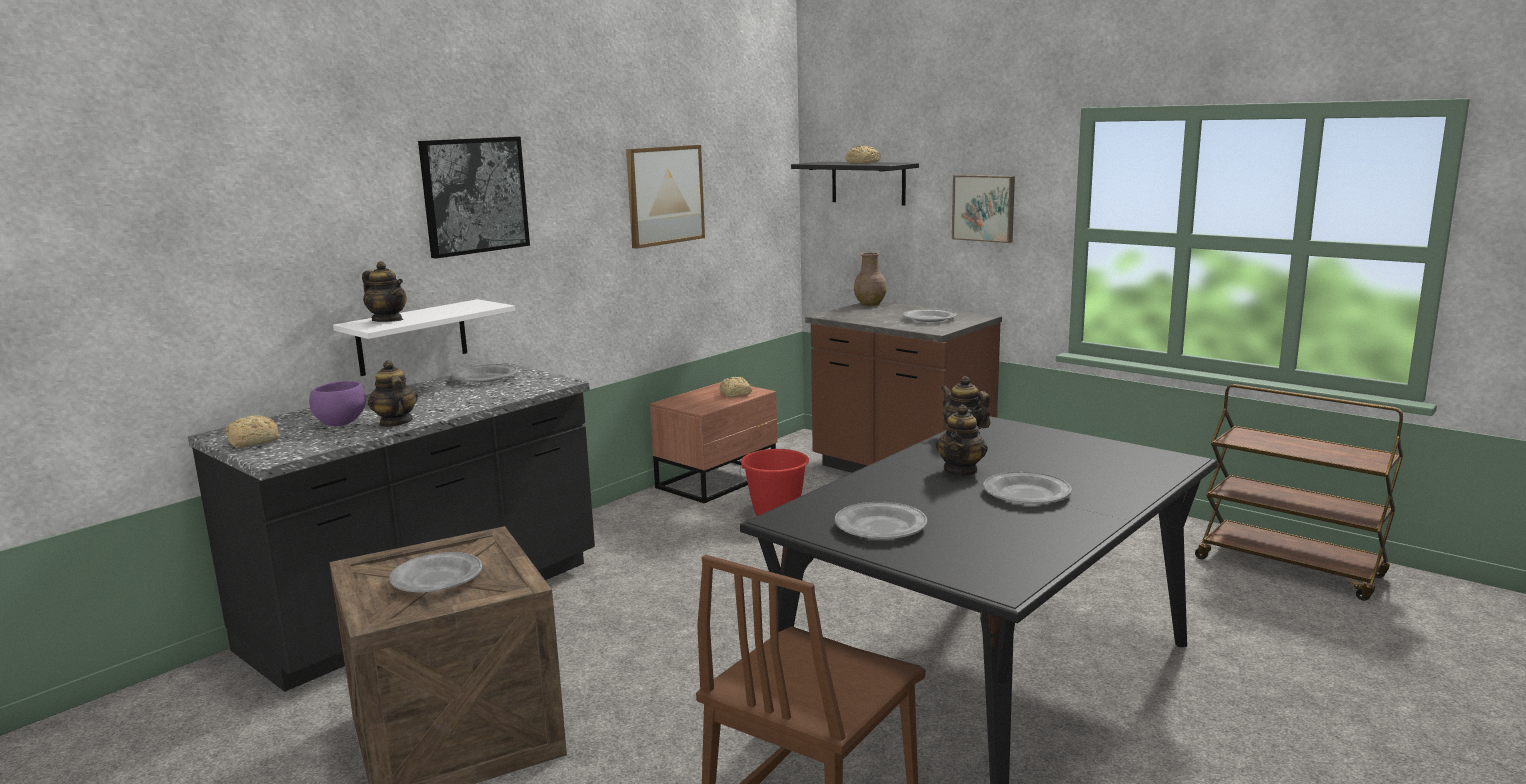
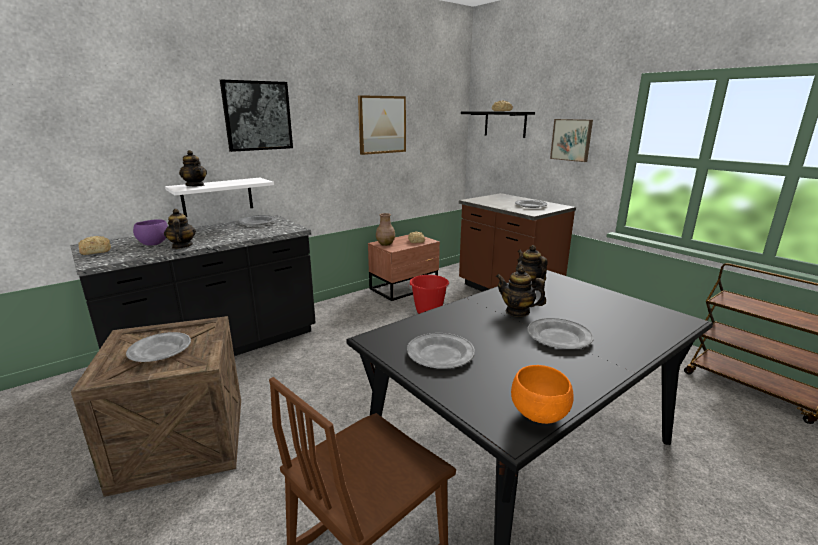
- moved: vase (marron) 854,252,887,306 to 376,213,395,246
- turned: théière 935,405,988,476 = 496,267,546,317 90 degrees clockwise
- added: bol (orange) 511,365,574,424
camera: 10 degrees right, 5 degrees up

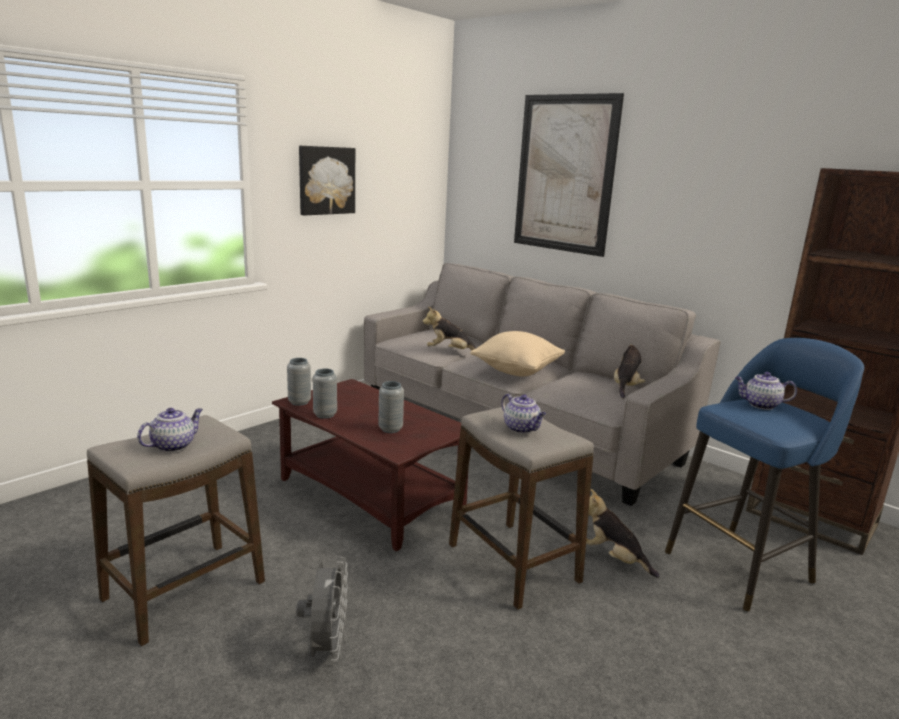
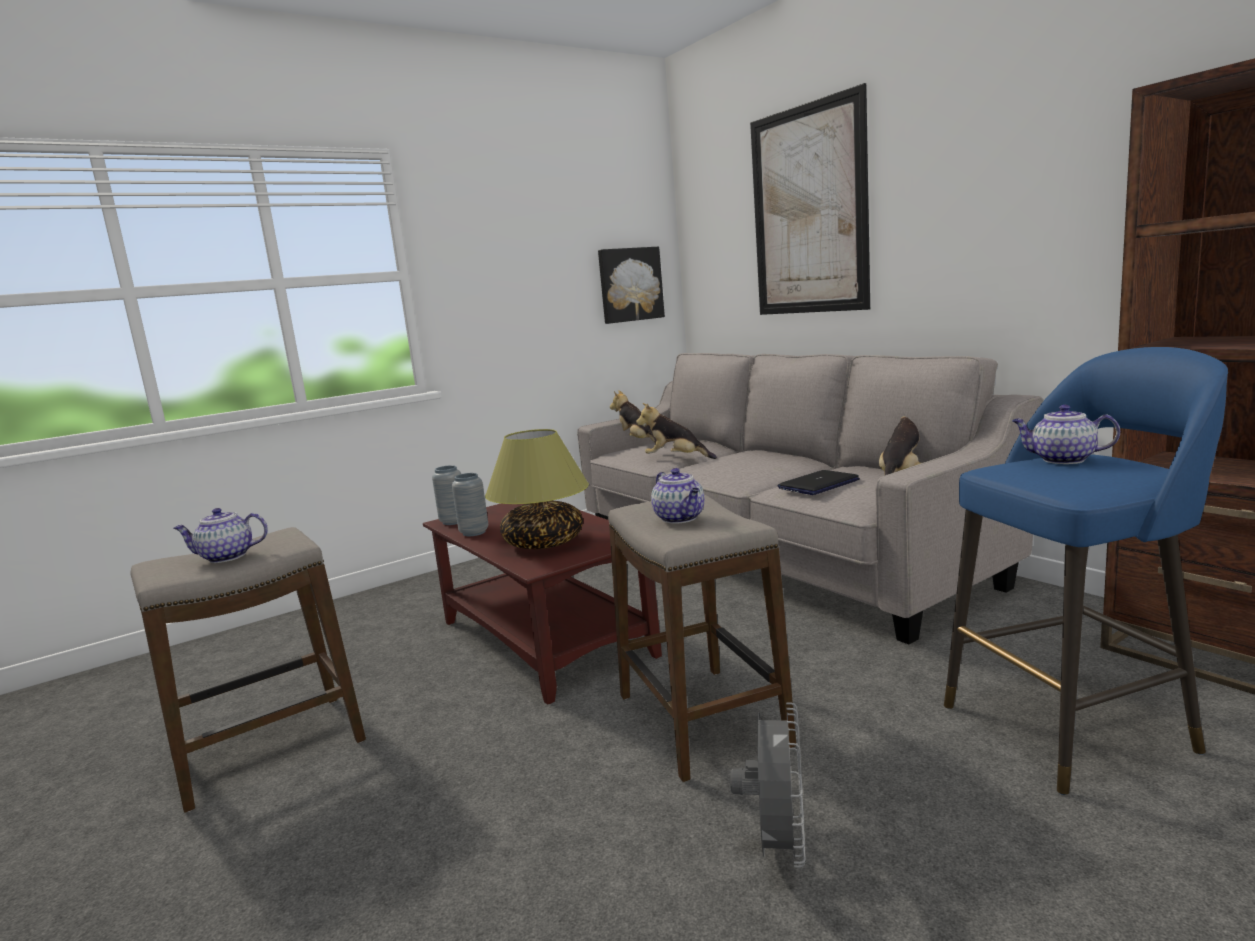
- moved: tableau 299,146,355,215 to 598,247,665,324
- removed: coussin (beige) 470,331,565,377
- replaced: vase (gris) 378,381,404,433 to lampe de table 485,429,589,549
- turned: théière 137,408,203,452 = 173,508,268,563 150 degrees counterclockwise
- moved: peluche 586,489,659,578 to 610,390,665,446
- moved: ventilateur (gris) 296,557,348,662 to 730,702,806,868
- added: ordinateur portable 777,470,860,495
camera: 15 degrees right, 5 degrees down

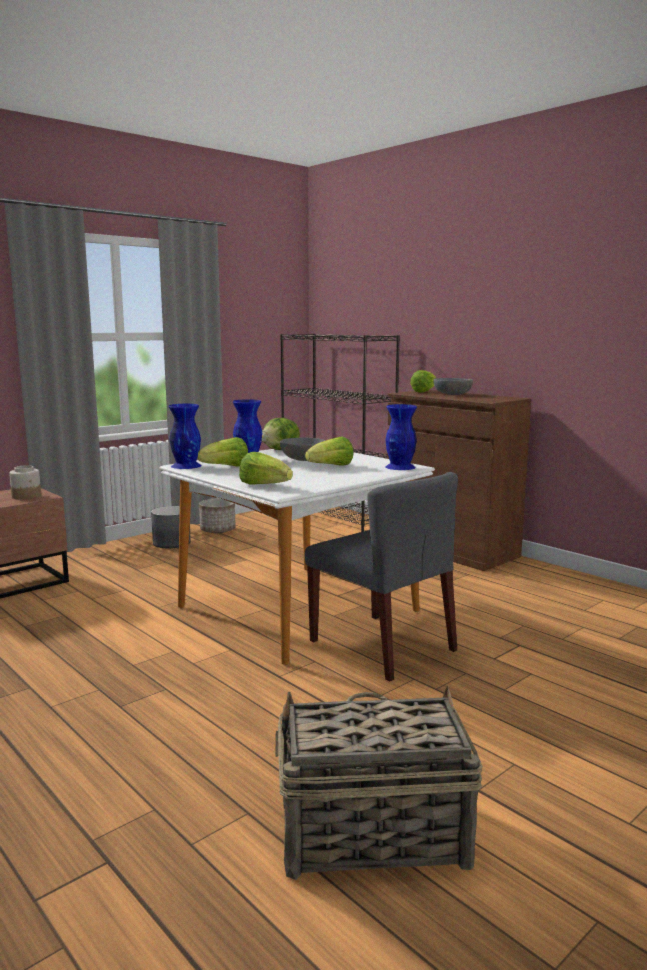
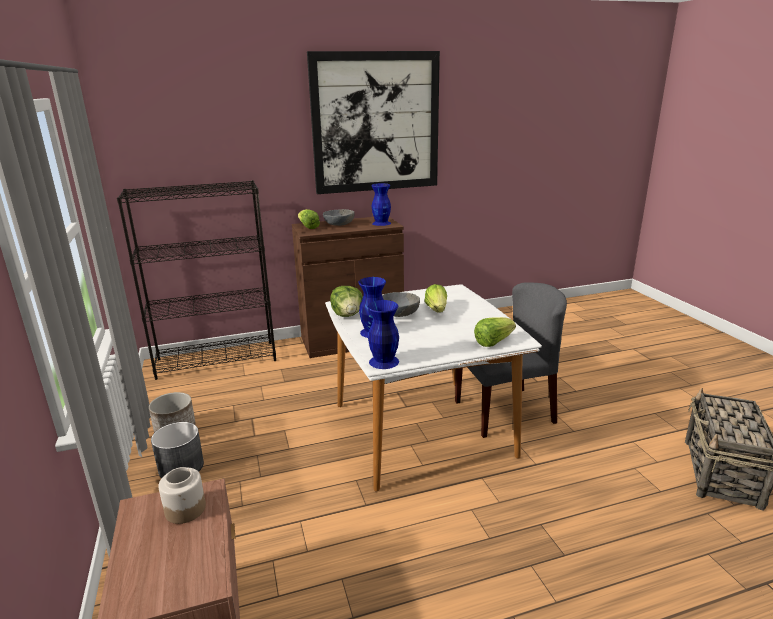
- moved: vase (bleu) 385,404,417,470 to 371,183,391,226
- removed: laitue 198,437,248,466
- added: tableau 307,51,440,194
camera: 65 degrees left, 10 degrees up

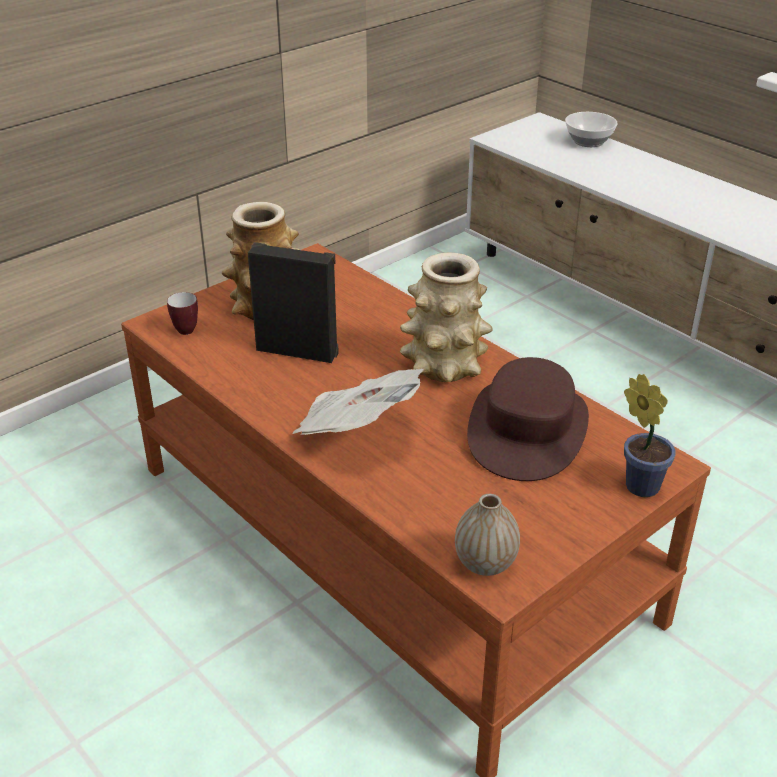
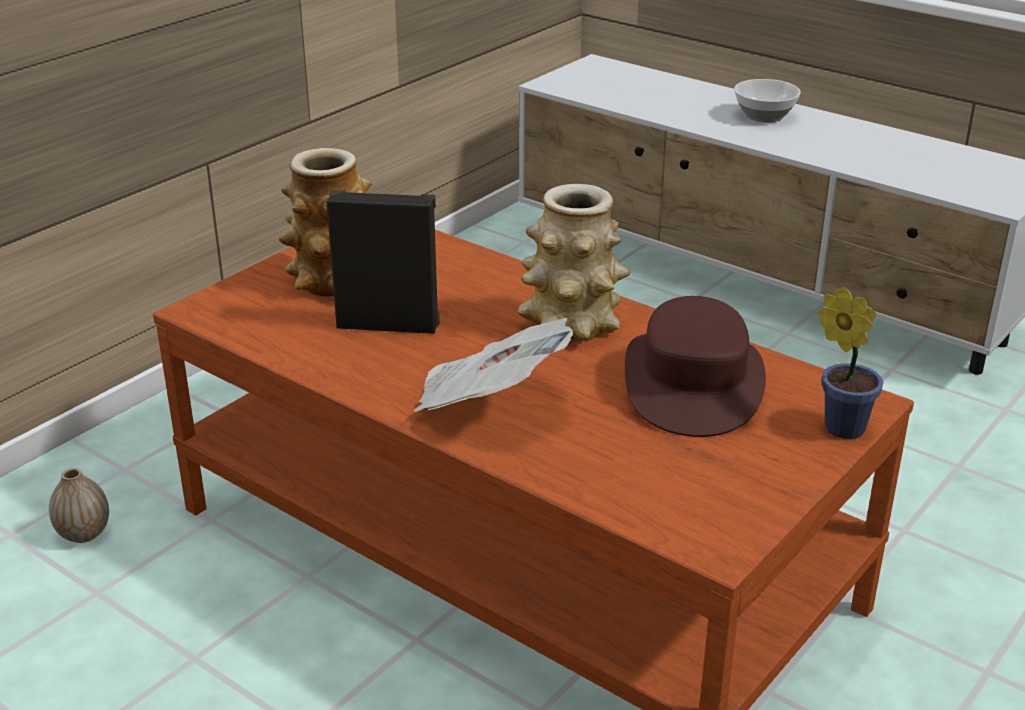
- moved: bol 565,112,618,147 to 734,79,801,122
- removed: mug 167,292,198,335
- moved: vase 455,494,520,576 to 49,468,109,543
camera: 10 degrees left, 5 degrees down

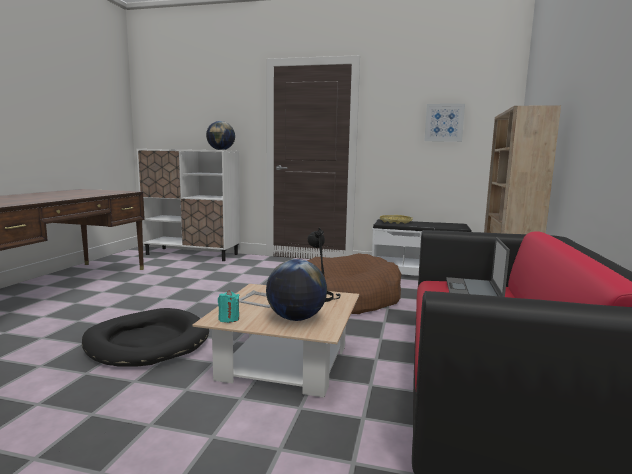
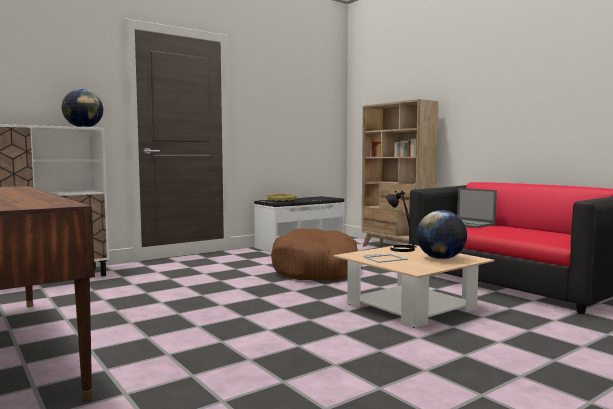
- removed: tableau 425,104,465,142
- removed: bougie (turquoise) 218,290,239,323
- removed: panier pour chien (noir) 82,308,209,367
camera: 50 degrees left, 5 degrees down

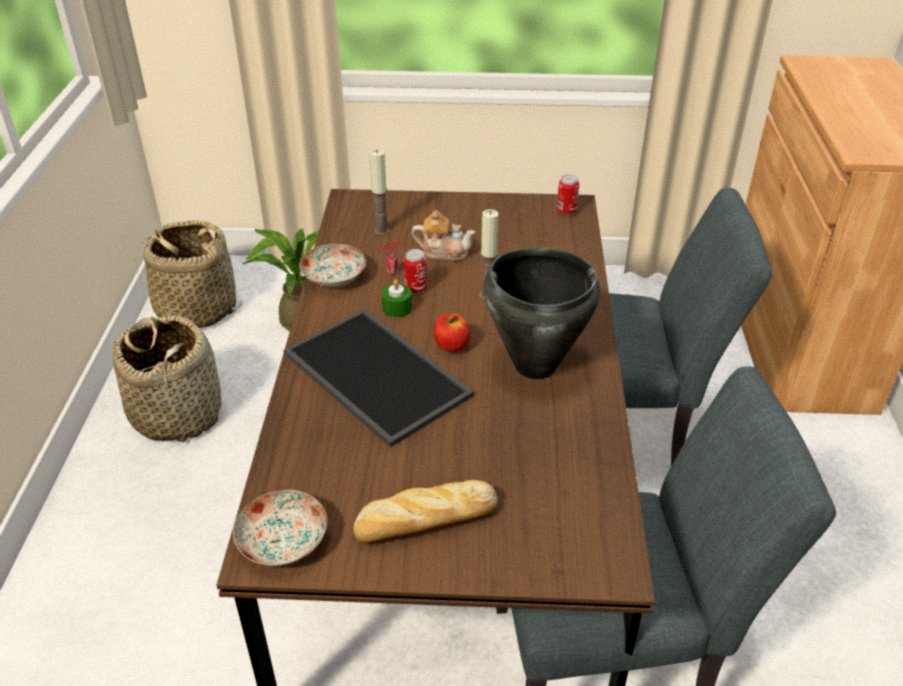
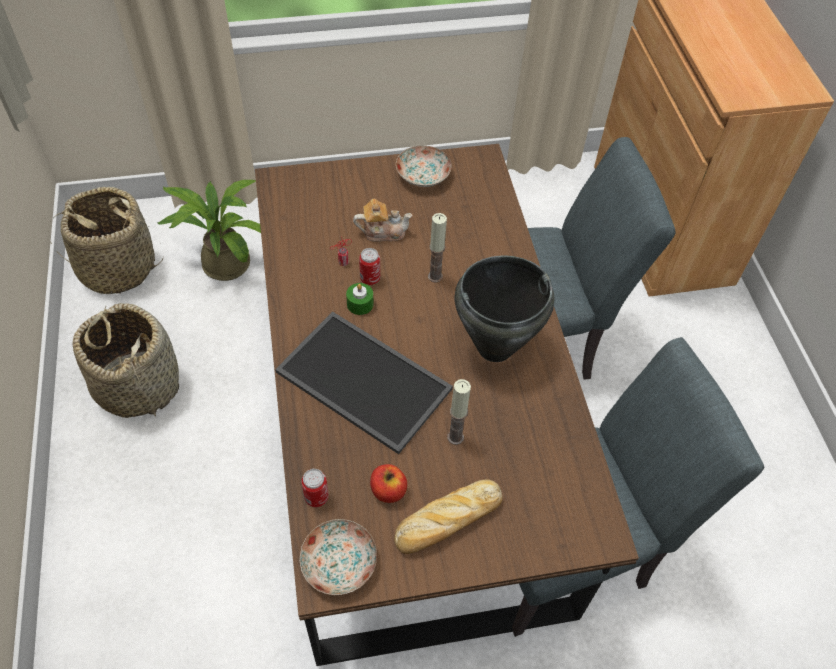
- moved: bougie 370,149,389,235 to 447,379,471,445
- moved: boîte métallique 557,174,579,215 to 301,469,329,507
- moved: assiette 299,244,366,287 to 396,145,452,187
- moved: pomme 434,313,471,352 to 370,464,407,503
camera: 15 degrees left, 15 degrees up

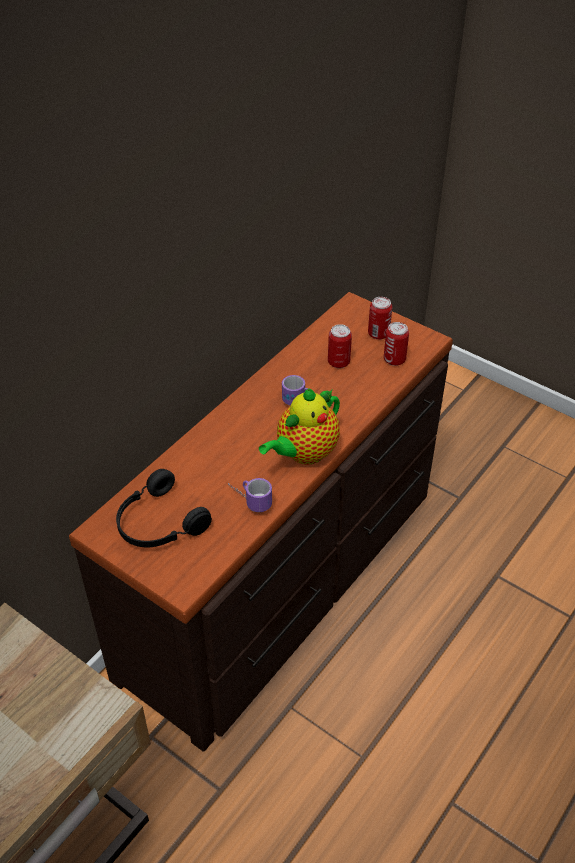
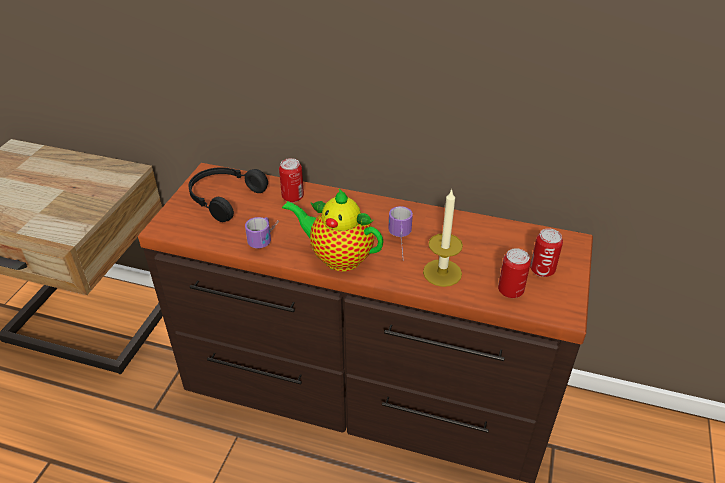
- moved: boîte métallique 328,324,352,368 to 279,158,304,202
- added: bougie 423,189,463,287
camera: 70 degrees right, 5 degrees down

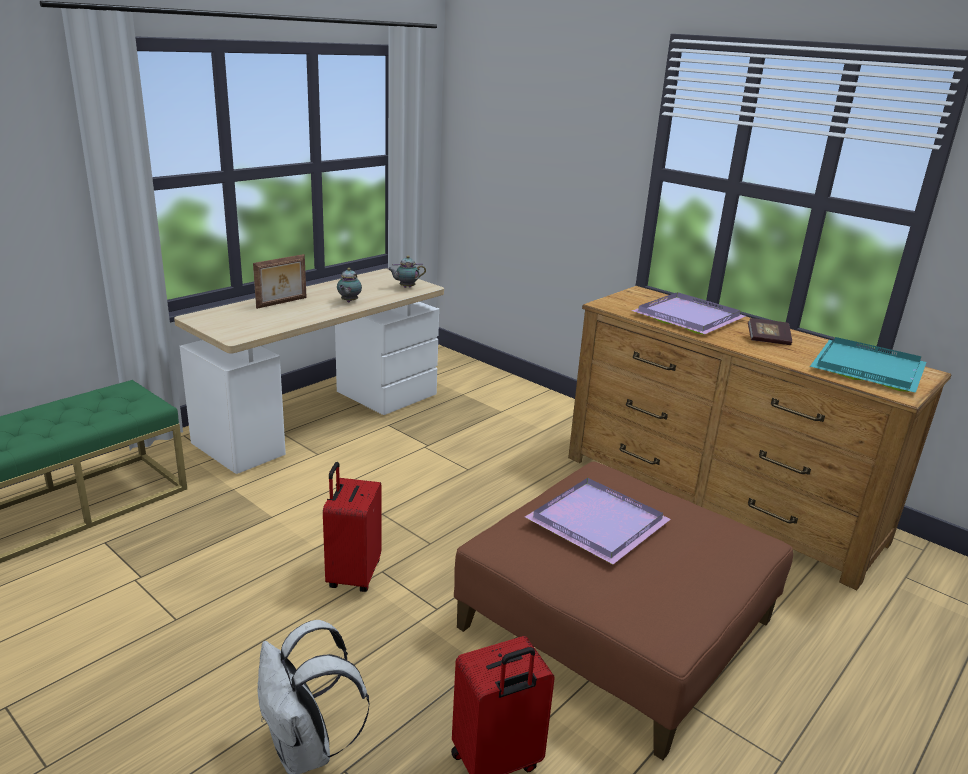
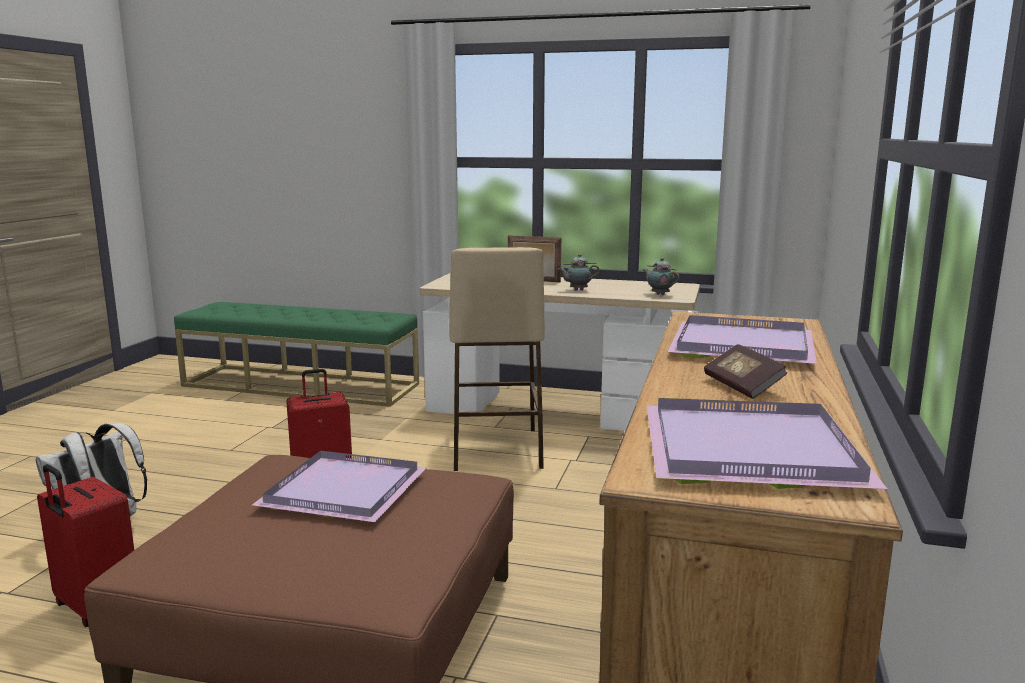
- recoloured: plateau (turquoise) 810,337,926,393 to plateau (violet) 647,398,887,489
- added: tabouret (beige) 449,247,545,471
camera: 65 degrees right, 10 degrees down

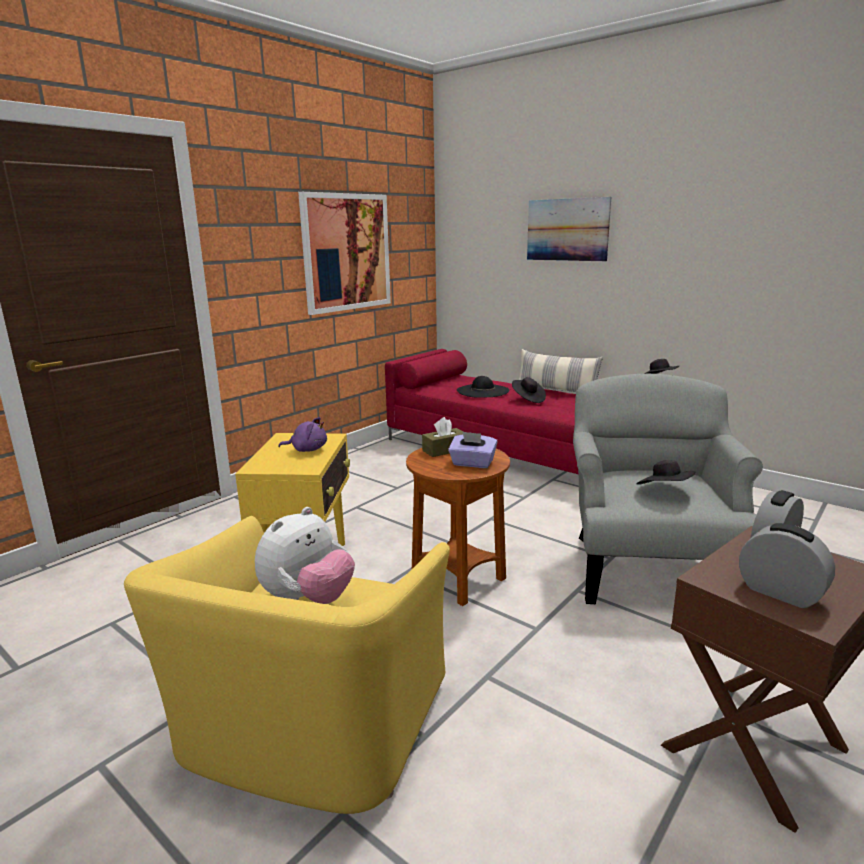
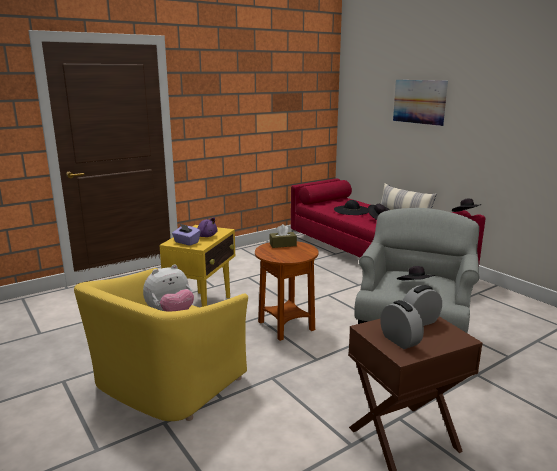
- removed: tableau 298,192,391,315
- moved: boîte à mouchoirs (violet) 448,431,497,468 to 172,224,201,246
camera: 15 degrees right, 0 degrees up

